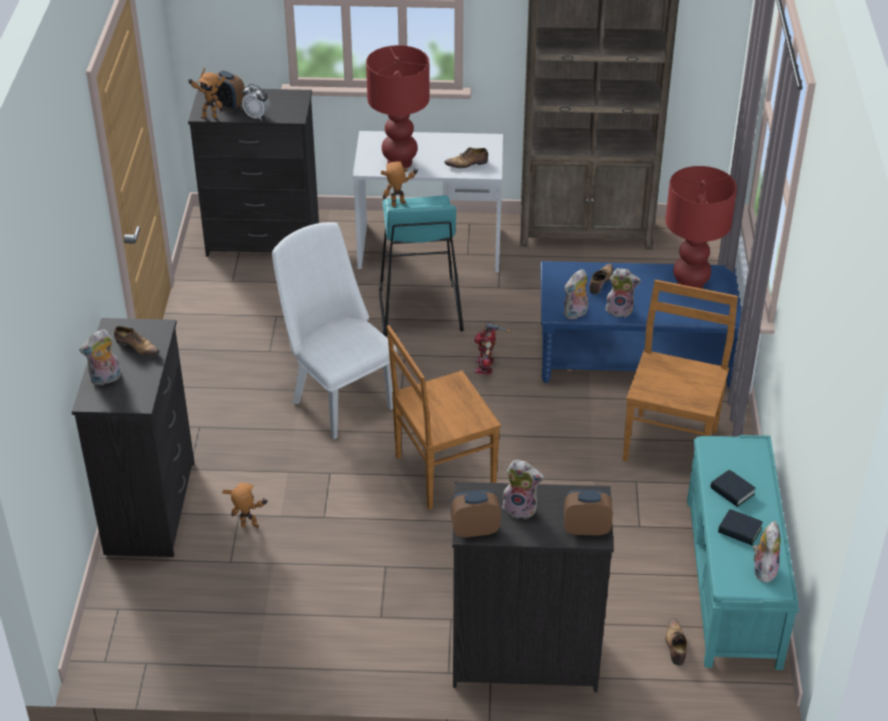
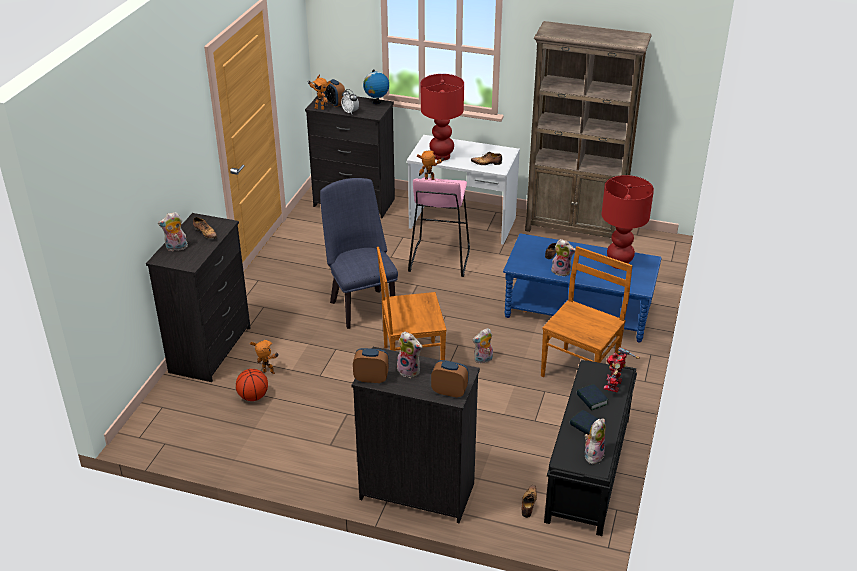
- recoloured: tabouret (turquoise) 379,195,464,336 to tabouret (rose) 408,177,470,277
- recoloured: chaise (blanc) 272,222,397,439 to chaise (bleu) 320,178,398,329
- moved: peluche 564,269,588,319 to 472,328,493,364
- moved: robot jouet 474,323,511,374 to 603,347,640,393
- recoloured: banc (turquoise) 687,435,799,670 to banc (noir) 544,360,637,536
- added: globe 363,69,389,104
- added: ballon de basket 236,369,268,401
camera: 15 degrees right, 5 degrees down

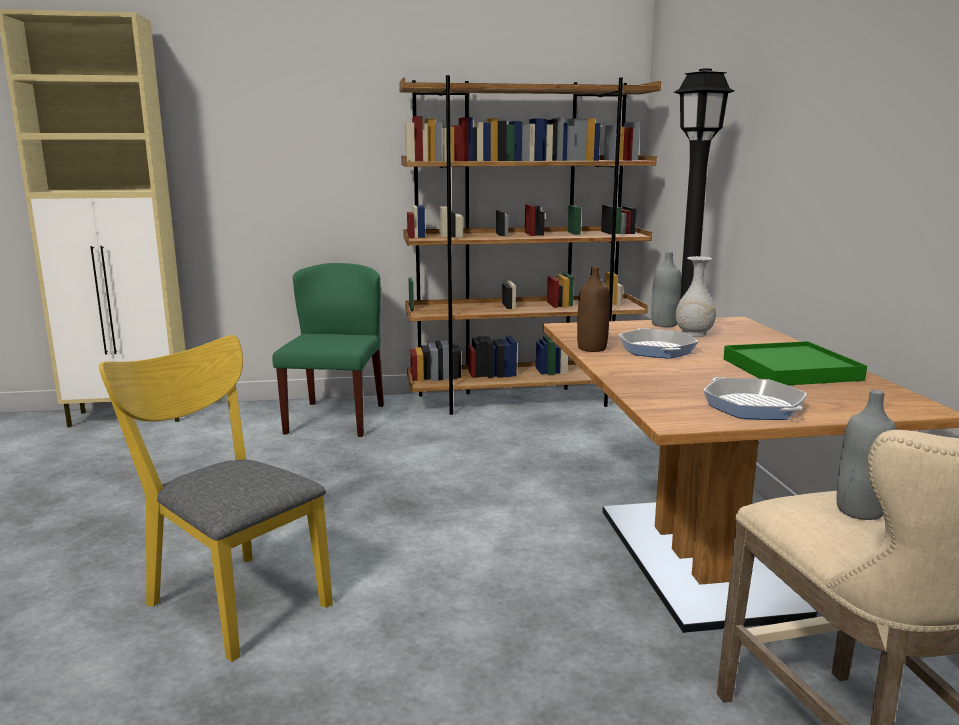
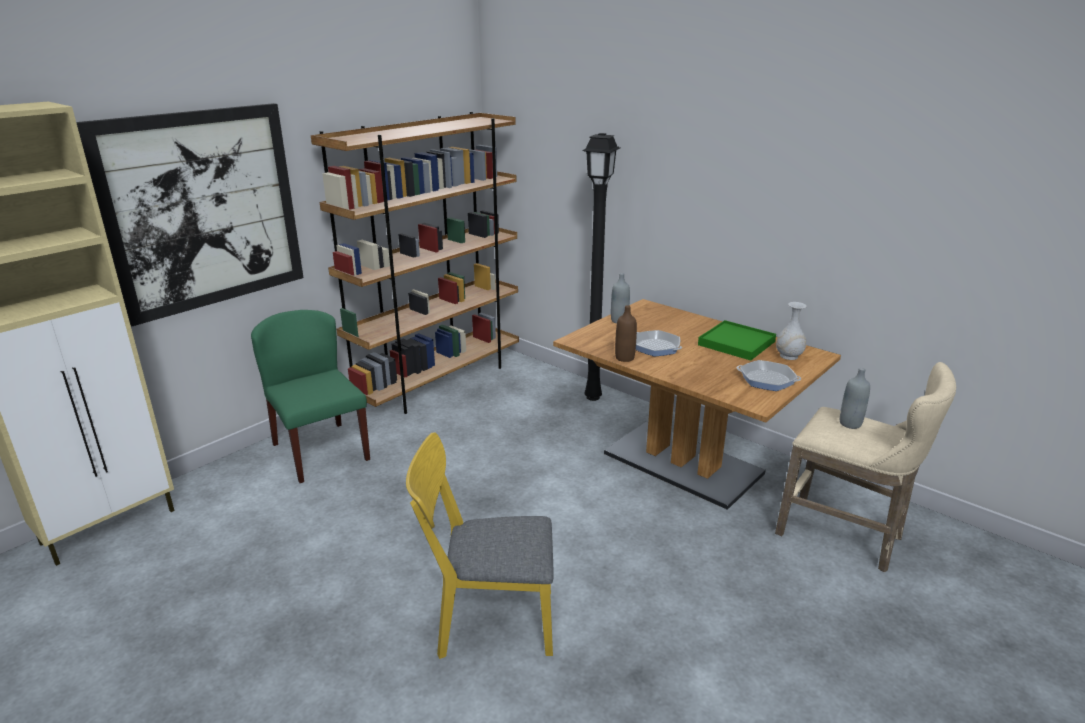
- moved: vase (blanc) 675,256,716,337 to 776,302,807,360
- added: tableau 76,103,304,327
camera: 40 degrees left, 10 degrees up

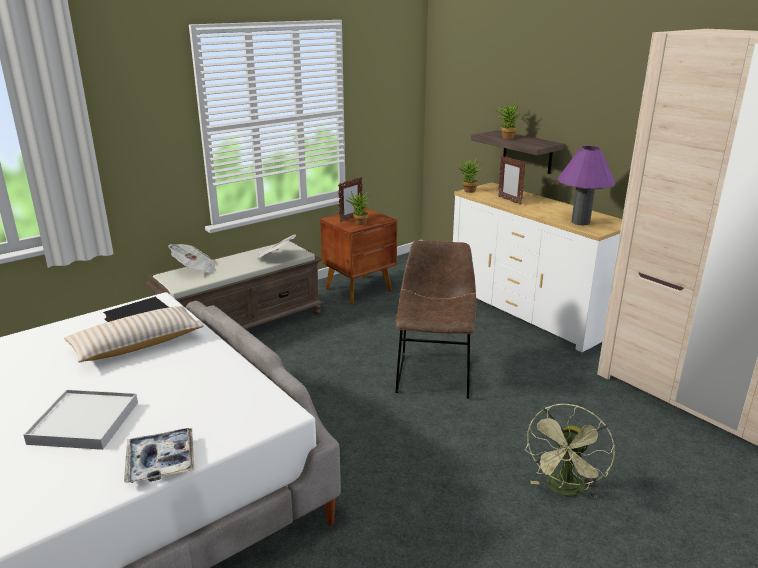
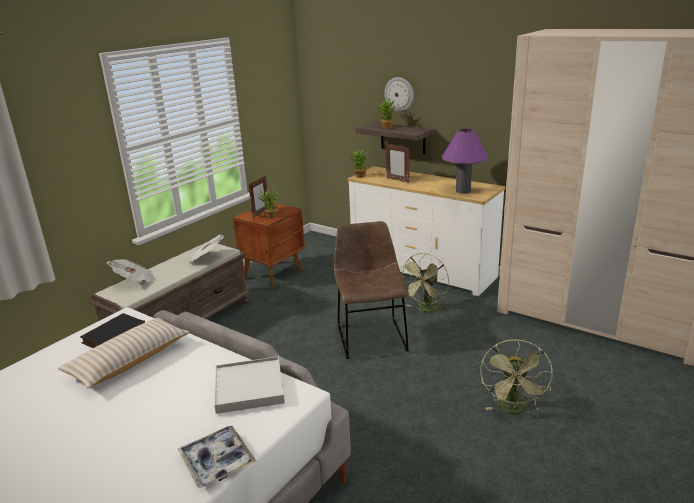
- moved: plateau (blanc) 23,389,138,450 to 214,356,285,414
- added: horloge murale 384,77,414,112
- added: ventilateur (vert) 400,253,449,313
camera: 15 degrees left, 0 degrees up

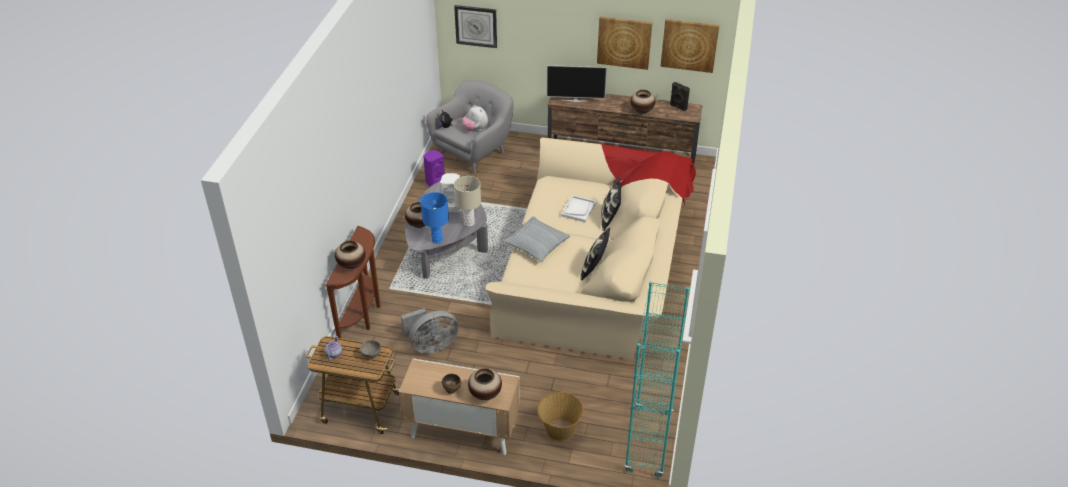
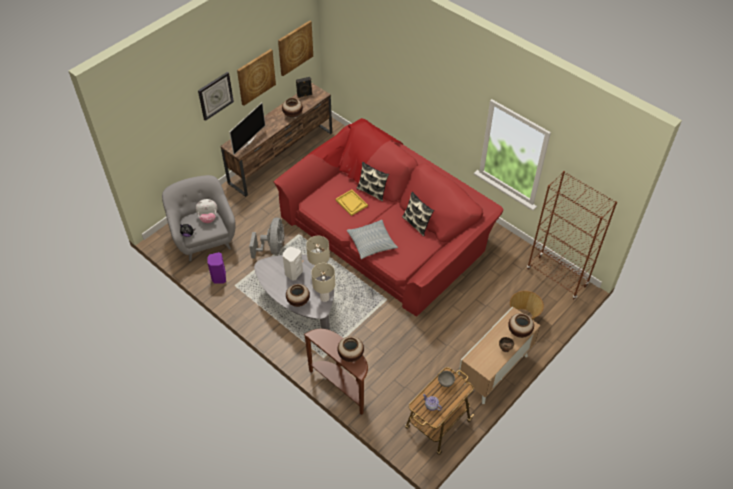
- moved: horloge murale 454,5,497,48 to 198,72,234,121
- recoloured: canapé (beige) 486,137,696,359 to canapé (rouge) 274,118,504,317
- recoloured: lampe de table (bleu) 420,192,449,244 to lampe de table (beige) 311,263,335,302
- recoloured: plateau (blanc) 561,195,596,222 to plateau (jaune) 335,189,368,216
- recoloured: bibliothèque (turquoise) 624,282,689,478 to bibliothèque (marron) 527,171,617,299
- moved: ventilateur (gris) 401,308,458,353 to 249,218,284,259
camera: 60 degrees left, 10 degrees up

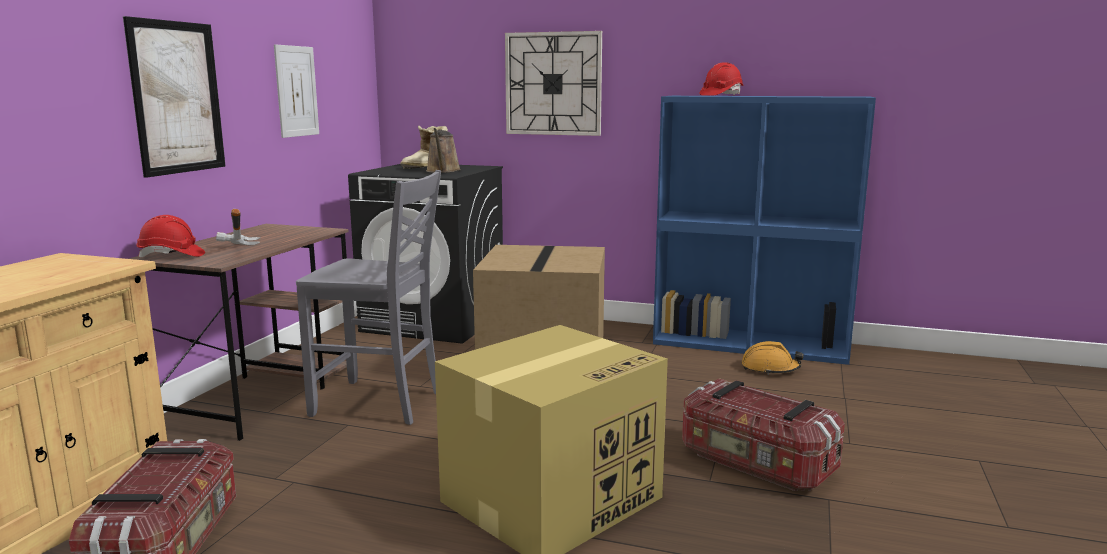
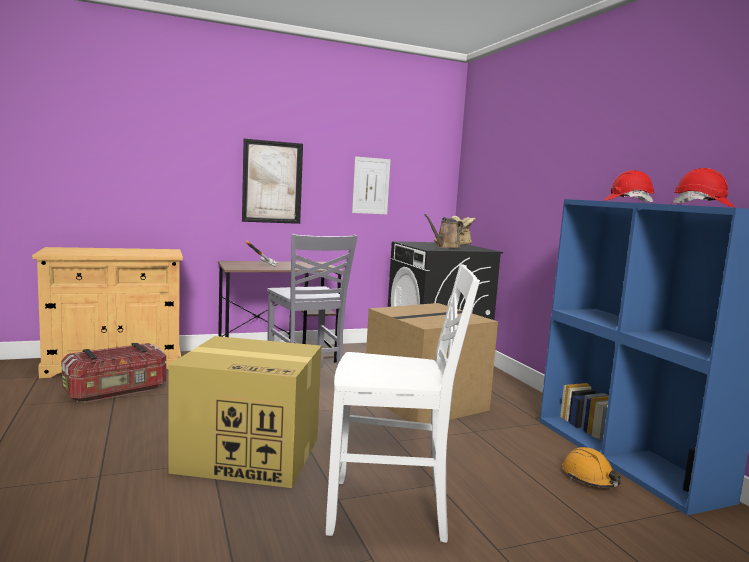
- removed: horloge murale 505,31,602,136
- moved: casque de chantier (rouge) 136,215,205,257 to 672,168,734,207
- replaced: boîte de rangement 682,378,845,491 to chaise (blanc) 326,264,480,543
camera: 50 degrees right, 5 degrees down

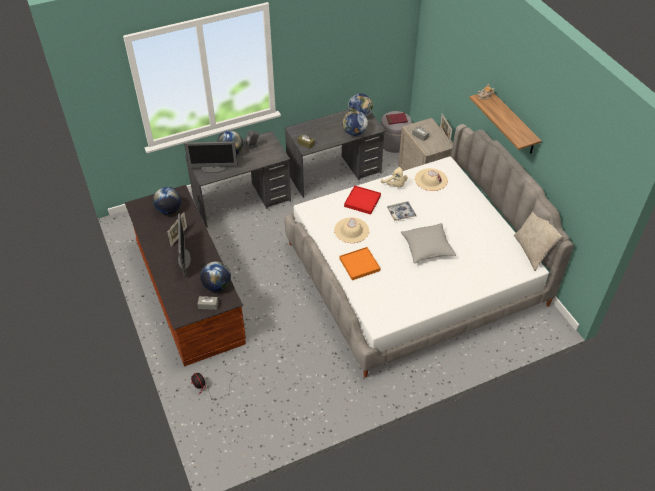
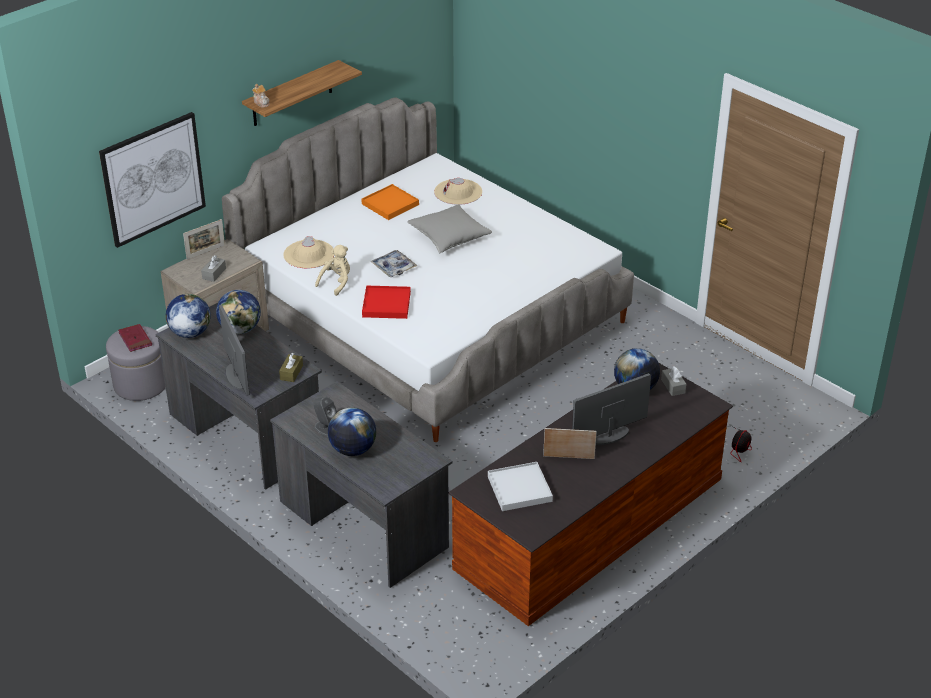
- moved: écran d'ordinateur 184,141,238,173 to 219,305,250,395
- replaced: globe 153,187,181,214 to plateau (blanc) 488,462,553,511
- removed: coussin (beige) 514,212,562,271
- moved: chapeau (beige) 334,217,369,243 to 434,178,482,205
- moved: plateau (orange) 340,247,380,280 to 361,184,419,220
- added: tableau 99,112,206,248
camera: 110 degrees left, 10 degrees down

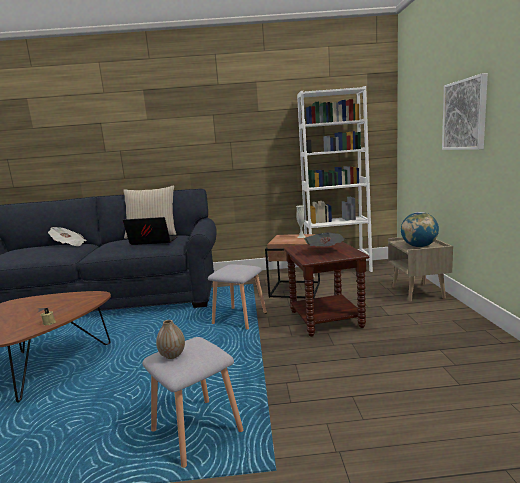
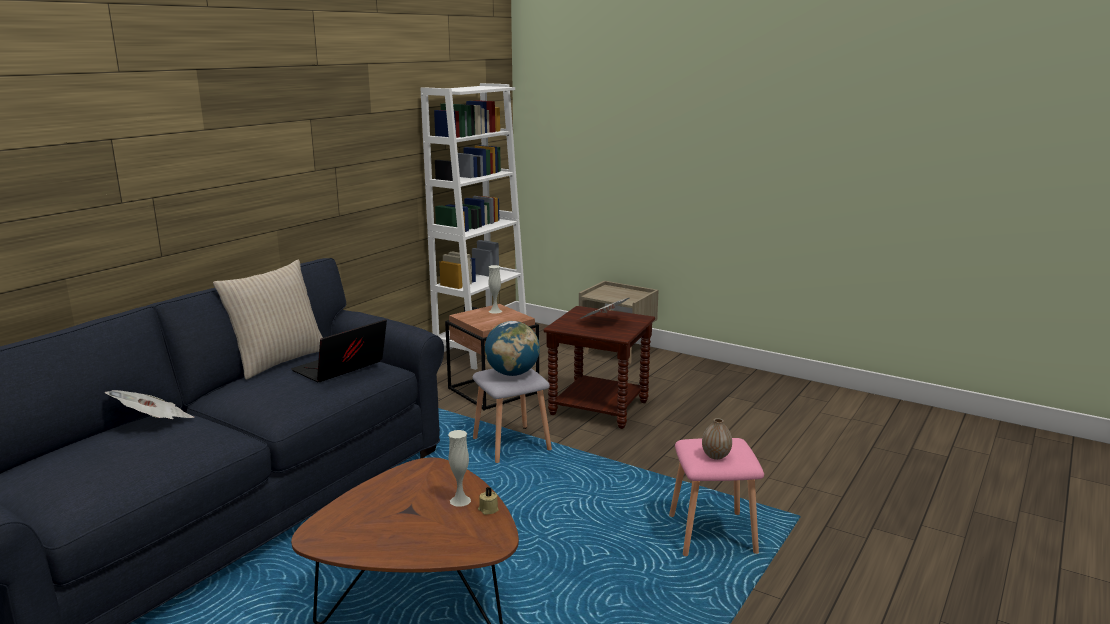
- removed: tableau 442,73,488,150
- moved: globe 401,212,439,247 to 485,321,540,376
- recoloured: tabouret (gris) 142,337,243,468 to tabouret (rose) 669,438,764,556
- added: vase (blanc) 448,430,471,507
camera: 55 degrees left, 5 degrees up

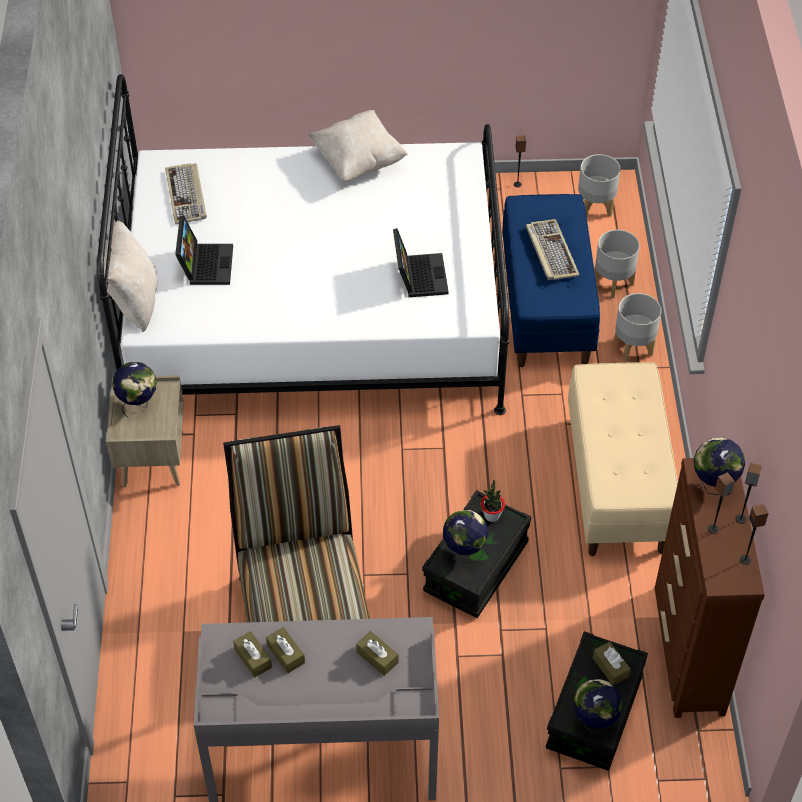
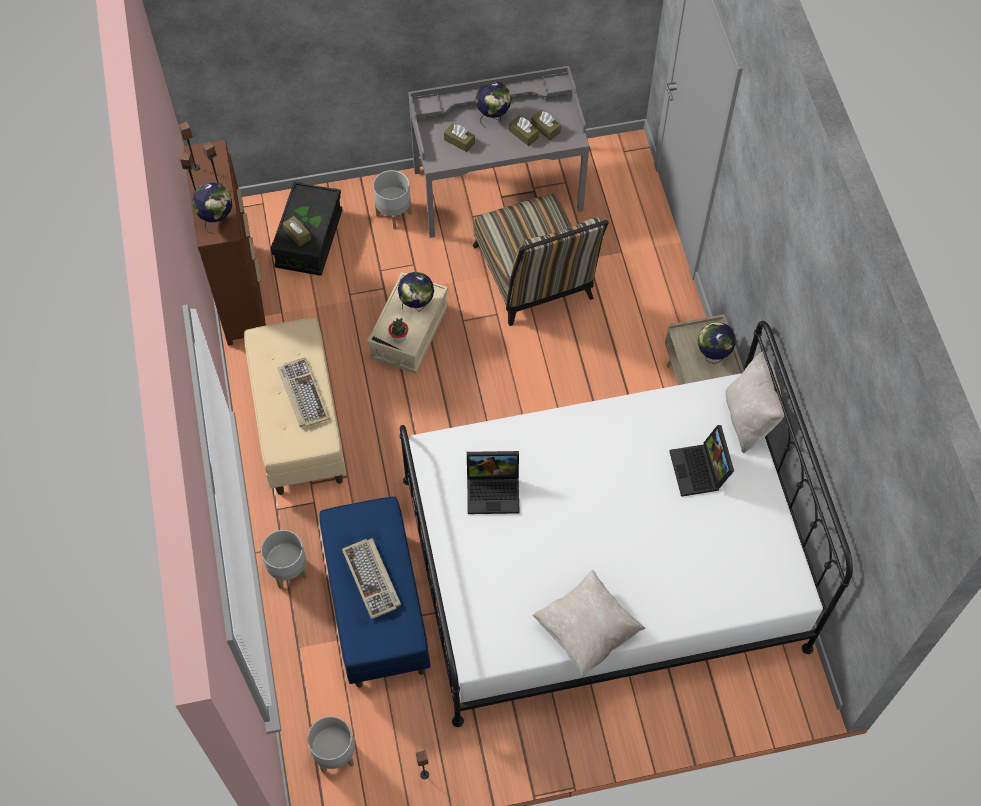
- moved: clavier 165,163,207,224 to 278,357,330,427
- turned: ordinateur portable 393,228,449,297 = 467,451,520,514 75 degrees counterclockwise
- moved: cache-pot (gris) 594,230,640,298 to 373,170,412,229
- recoloured: boîte de rangement (noir) 422,490,531,618 to boîte de rangement (beige) 367,272,448,374
- moved: globe 574,679,623,733 to 475,81,511,127
camera: 170 degrees right, 10 degrees up

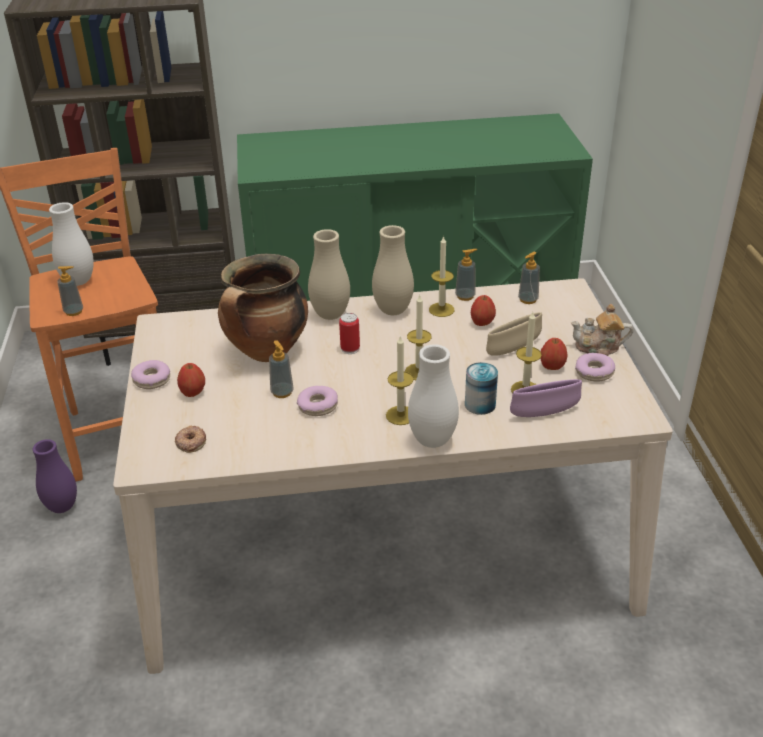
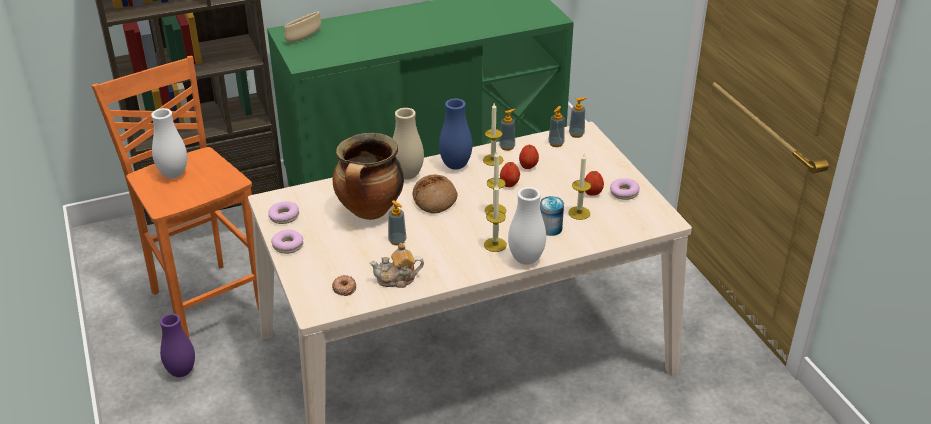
- recoloured: vase (beige) 372,225,414,315 to vase (bleu) 439,99,472,170
- moved: distributeur de savon 57,266,83,316 to 569,97,587,138
- moved: théière 571,304,633,356 to 370,243,424,288
- moved: bol (beige) 486,312,542,356 to 284,12,321,42
- replaced: boîte métallique 339,313,360,354 to pain 412,174,457,214
- moved: pomme 177,363,205,397 to 500,162,520,187
- removed: bol (violet) 510,379,582,417
- moved: beignet 297,386,338,416 to 268,201,299,224
camera: 15 degrees left, 0 degrees up

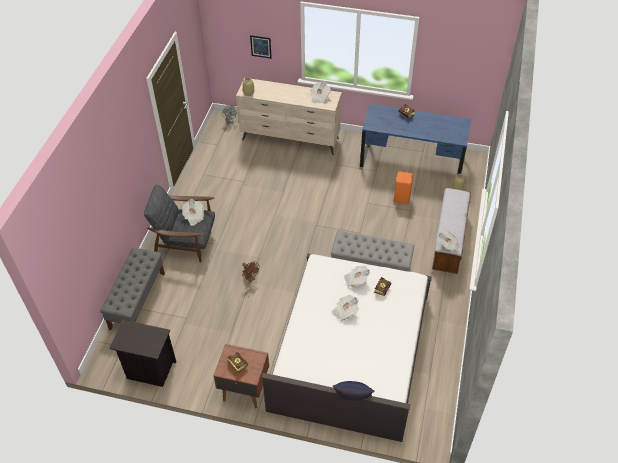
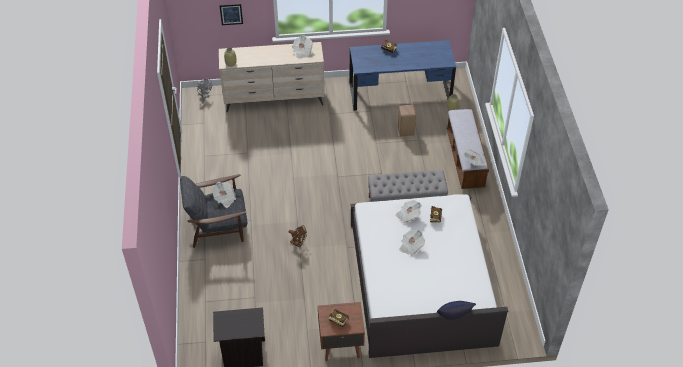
- recoloured: tabouret (orange) 394,171,413,204 to tabouret (beige) 398,105,416,136
- removed: banc (gris) 100,248,165,330
camera: 20 degrees left, 0 degrees up

